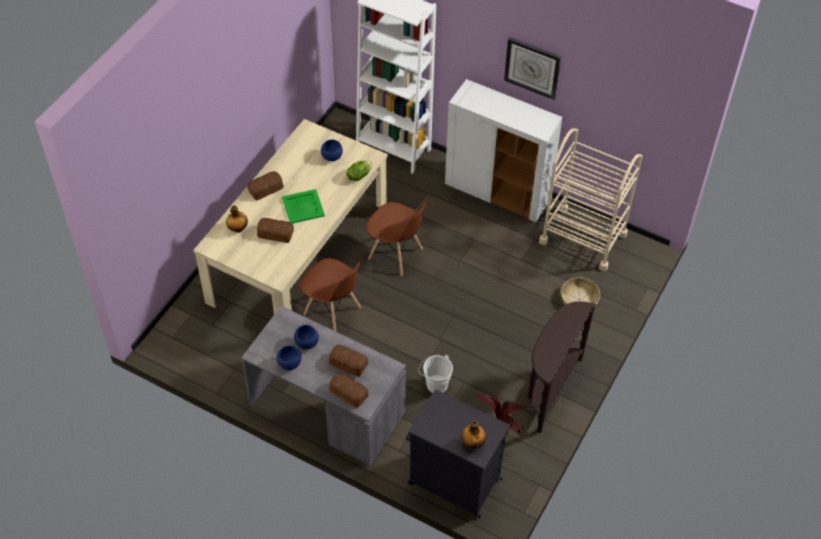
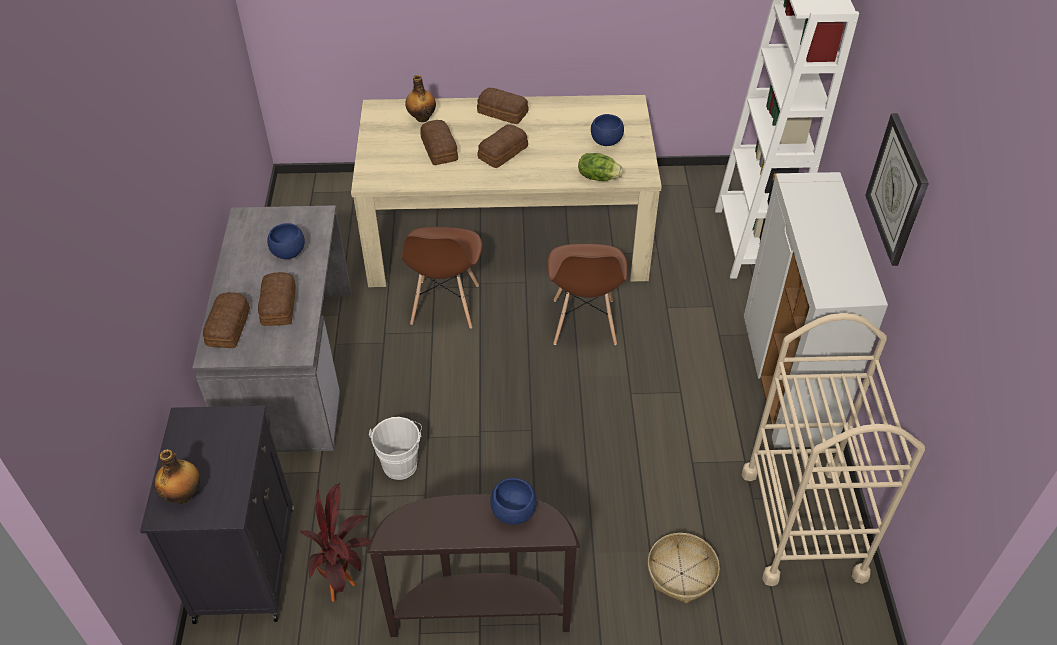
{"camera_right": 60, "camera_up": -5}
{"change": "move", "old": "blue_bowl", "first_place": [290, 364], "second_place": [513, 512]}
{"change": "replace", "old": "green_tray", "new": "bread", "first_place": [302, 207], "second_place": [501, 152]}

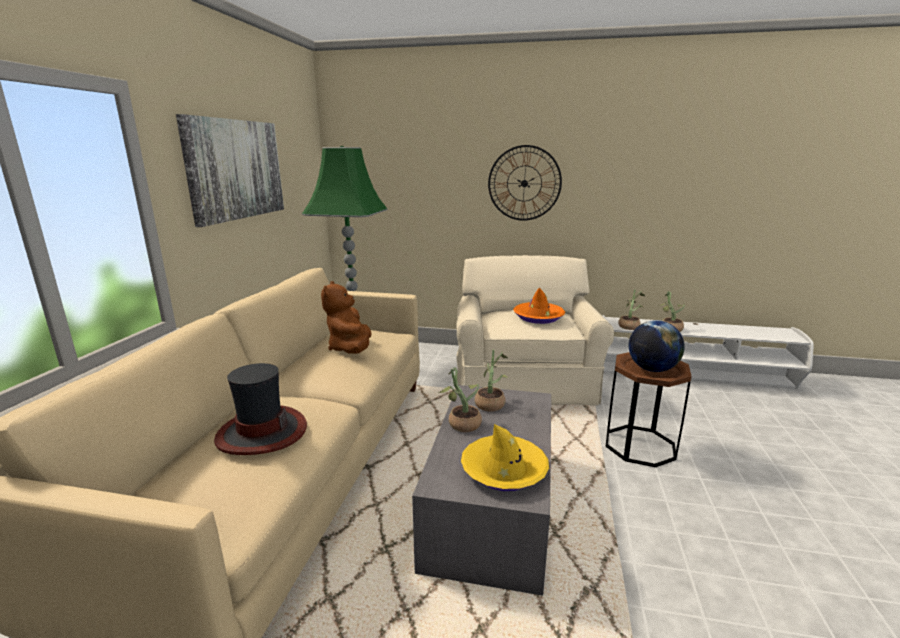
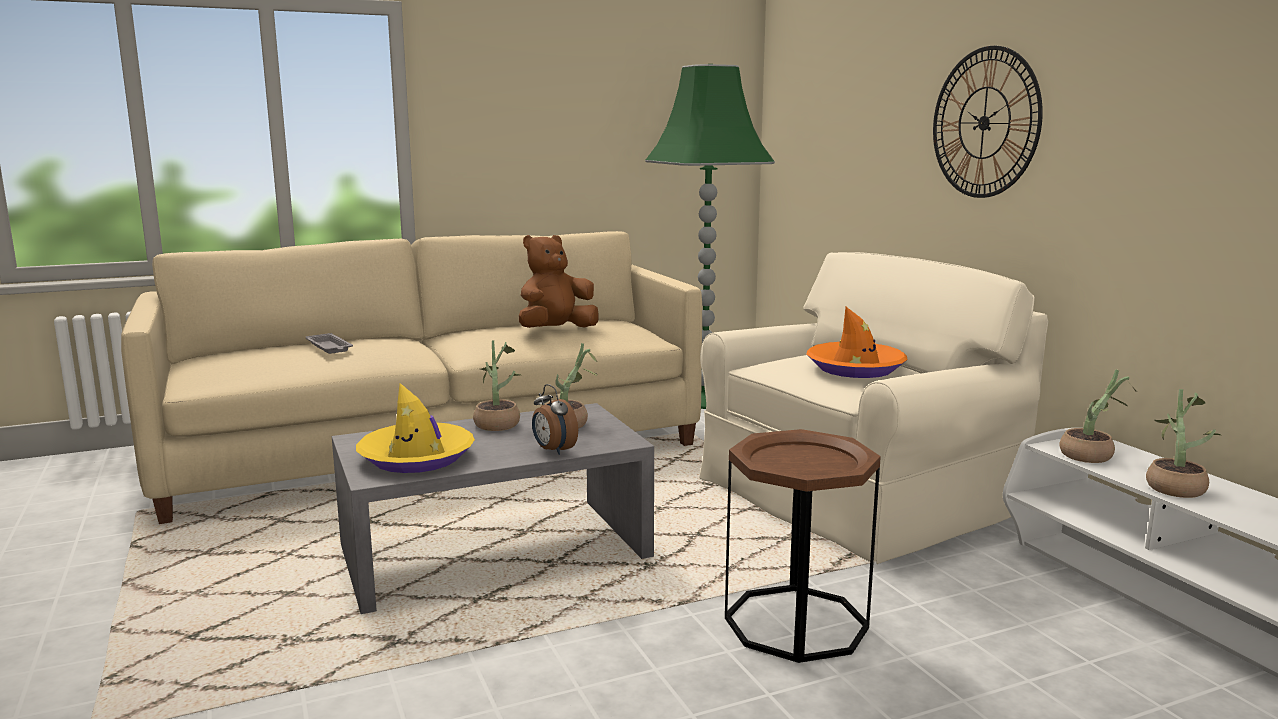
{"camera_right": 55, "camera_up": -5}
{"change": "delete", "old": "picture", "first_place": [236, 169]}
{"change": "replace", "old": "hat", "new": "grey_tray", "first_place": [261, 432], "second_place": [329, 347]}
{"change": "delete", "old": "globe", "first_place": [652, 369]}
{"change": "insert", "new": "alarm_clock", "second_place": [553, 450]}

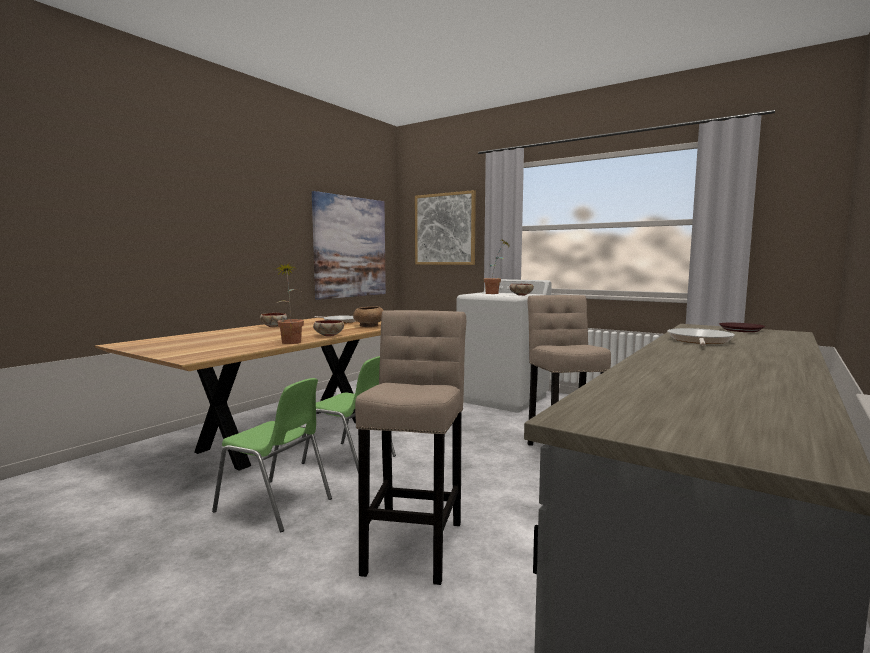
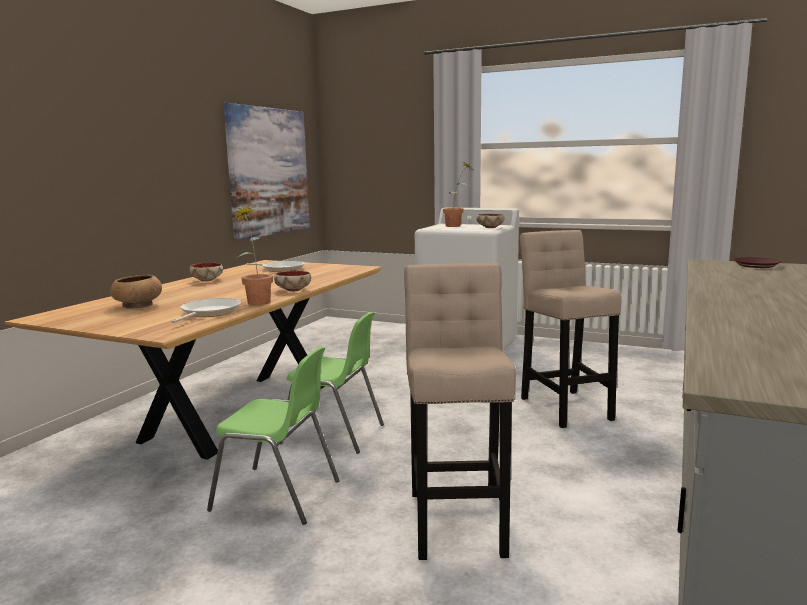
{"camera_right": -10, "camera_up": 5}
{"change": "move", "old": "brown_bowl", "first_place": [369, 326], "second_place": [138, 306]}
{"change": "delete", "old": "picture", "first_place": [444, 229]}
{"change": "move", "old": "frying_pan", "first_place": [699, 341], "second_place": [208, 313]}

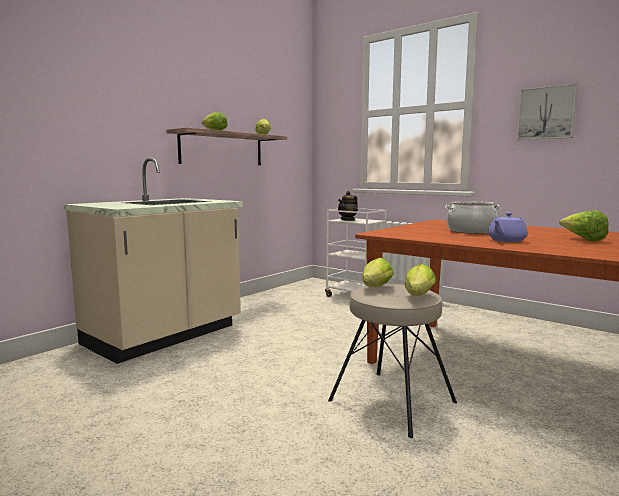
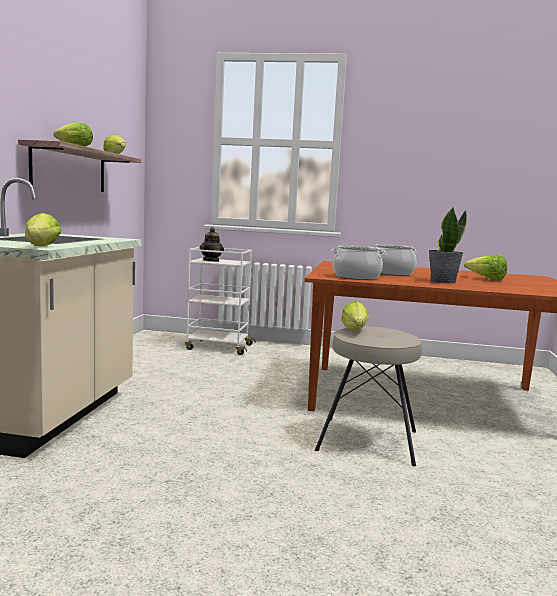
{"camera_right": -30, "camera_up": 0}
{"change": "move", "old": "lettuce", "first_place": [418, 297], "second_place": [41, 247]}
{"change": "replace", "old": "purple_teapot", "new": "potted_plant", "first_place": [506, 240], "second_place": [442, 281]}
{"change": "delete", "old": "picture", "first_place": [546, 113]}
{"change": "insert", "new": "cooking_pot", "second_place": [356, 277]}

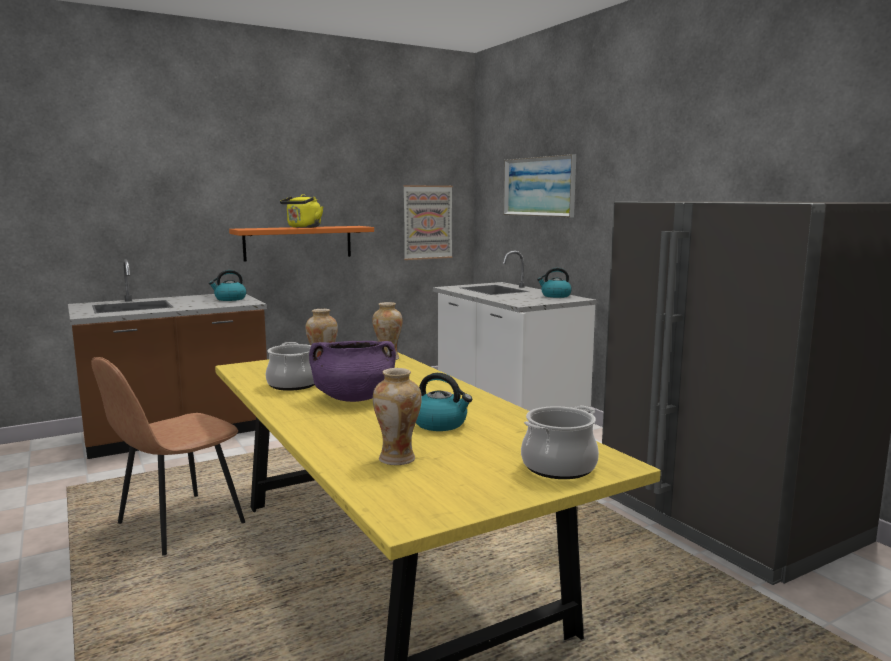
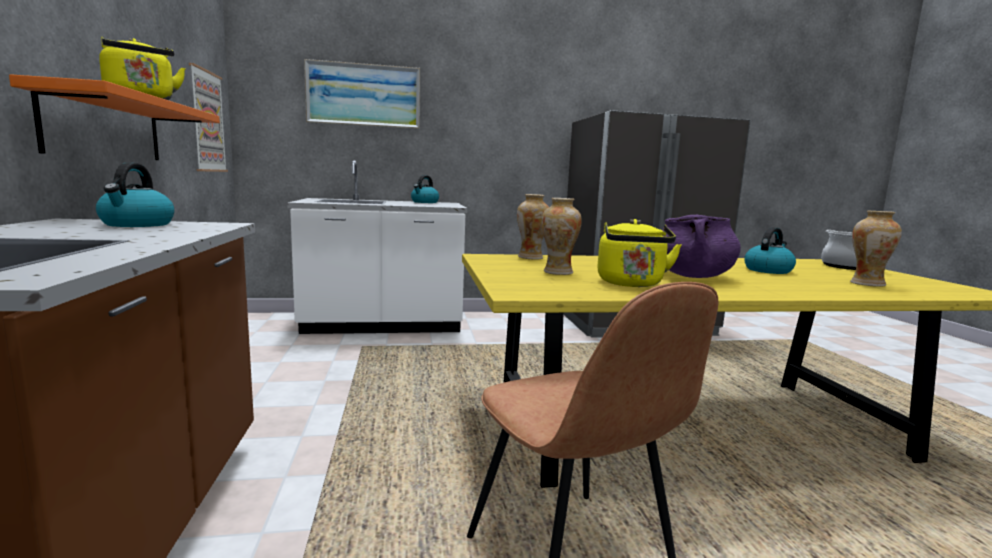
{"camera_right": -70, "camera_up": 0}
{"change": "replace", "old": "cooking_pot", "new": "yellow_kettle", "first_place": [293, 384], "second_place": [631, 284]}

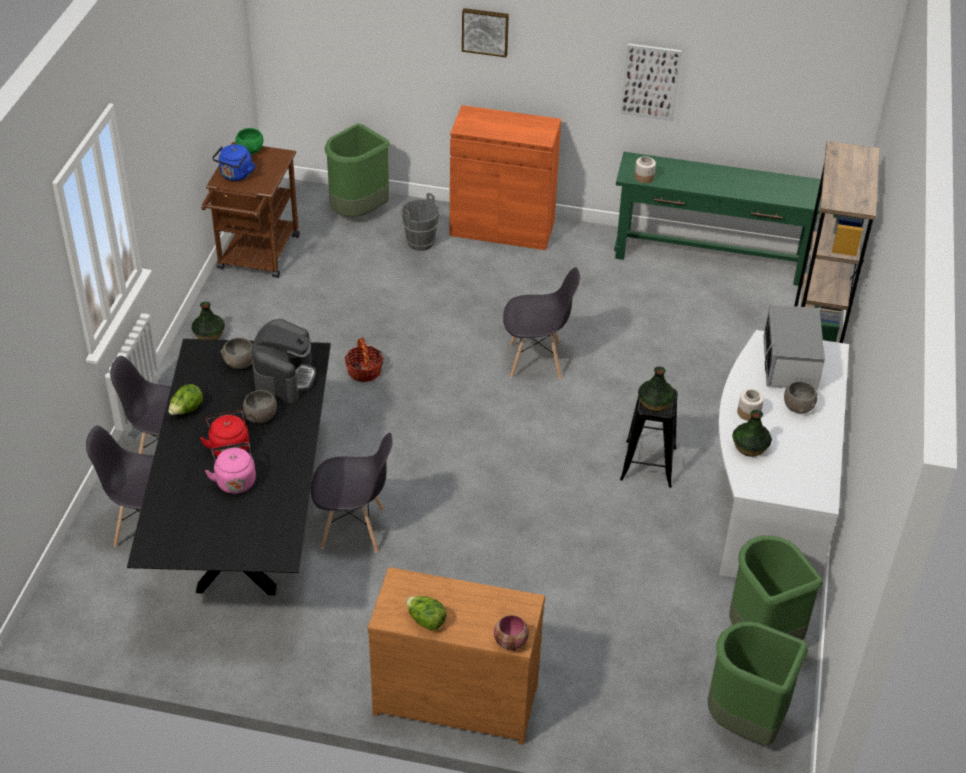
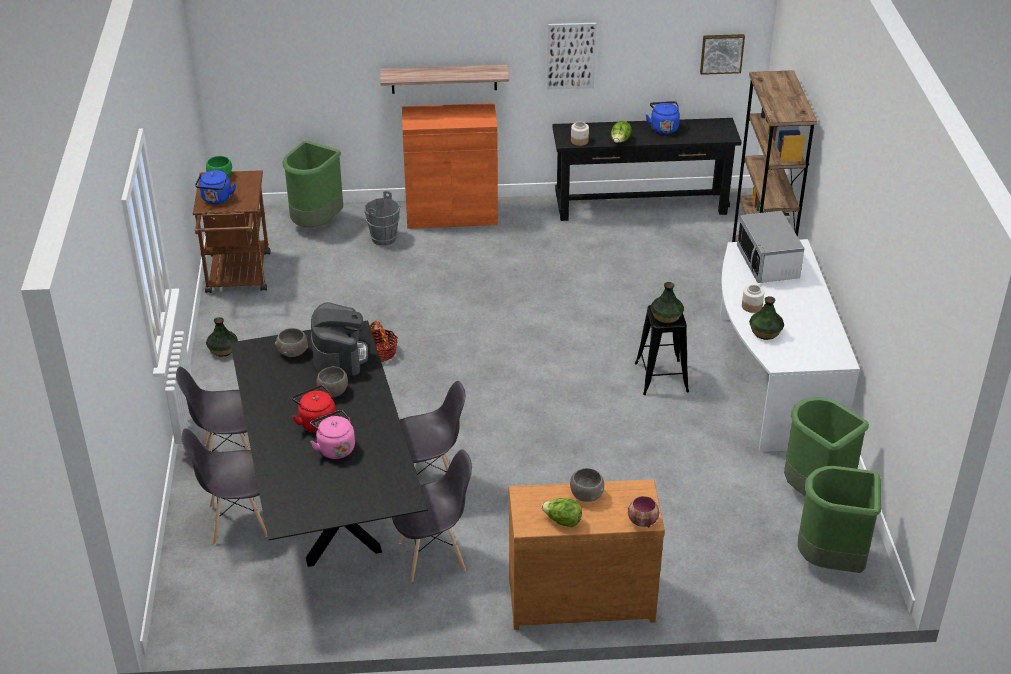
{"camera_right": -15, "camera_up": -5}
{"change": "move", "old": "lettuce", "first_place": [186, 410], "second_place": [620, 141]}
{"change": "move", "old": "picture", "first_place": [485, 31], "second_place": [721, 53]}
{"change": "move", "old": "grey_chair", "first_place": [536, 361], "second_place": [433, 556]}
{"change": "recolor", "old": "green_console_table", "new": "black_console_table", "first_place": [710, 257], "second_place": [641, 206]}
{"change": "move", "old": "grey_bowl", "first_place": [798, 407], "second_place": [586, 495]}
{"change": "insert", "new": "shelf", "second_place": [444, 79]}
{"change": "insert", "new": "blue_kettle", "second_place": [663, 128]}

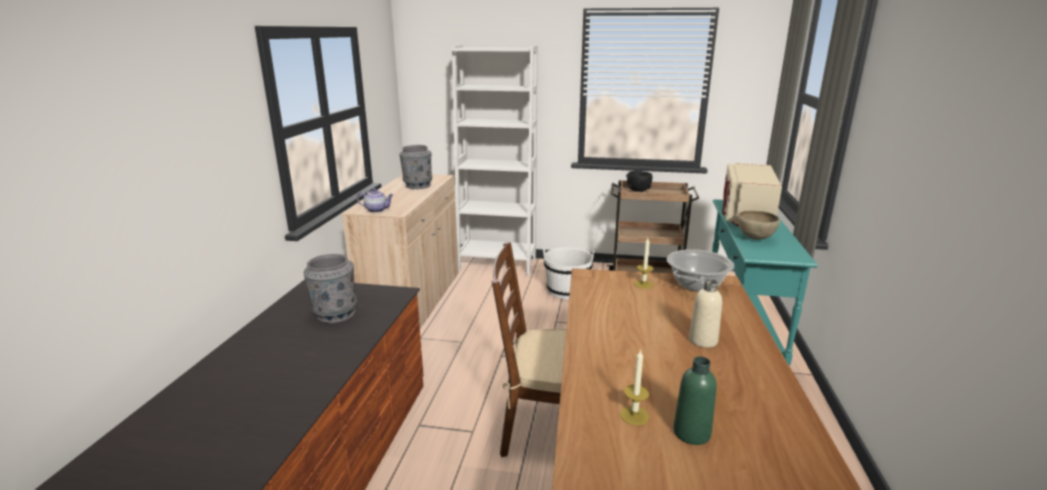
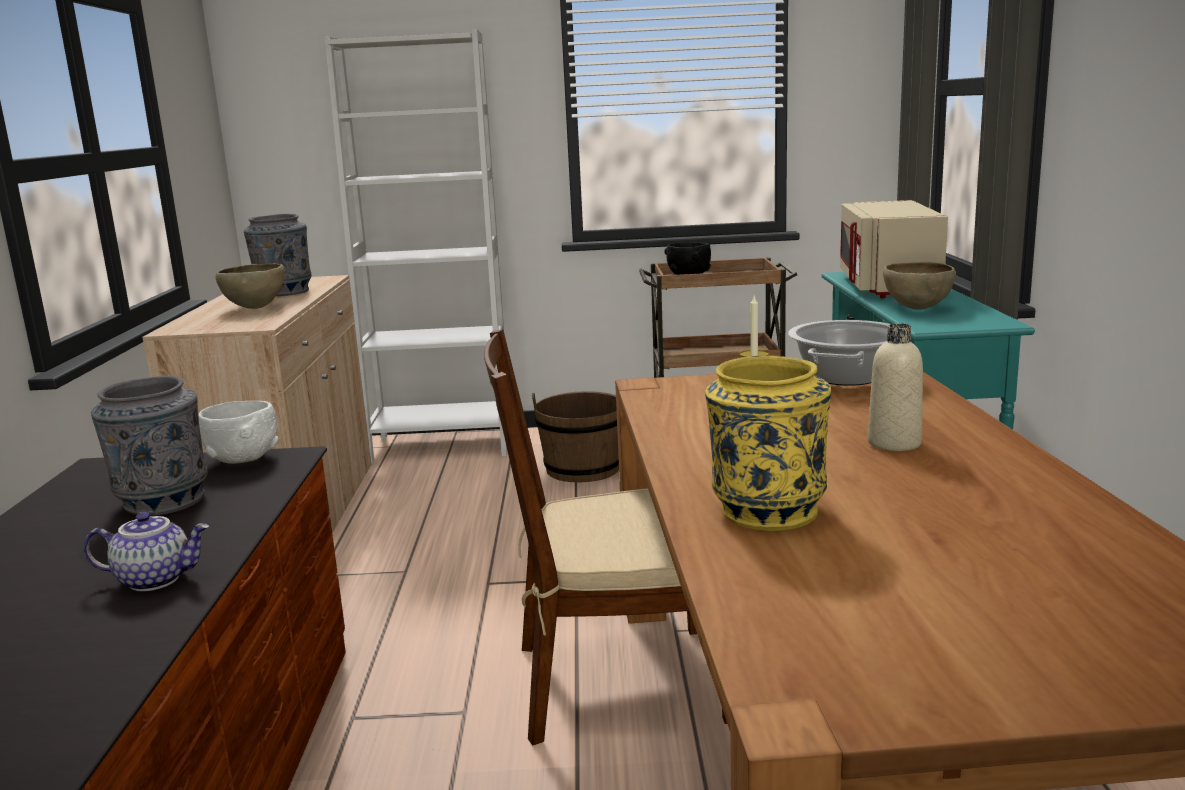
{"camera_right": -10, "camera_up": -5}
{"change": "move", "old": "teapot", "first_place": [377, 210], "second_place": [156, 579]}
{"change": "recolor", "old": "white_bucket", "new": "brown_bucket", "first_place": [567, 290], "second_place": [583, 469]}
{"change": "delete", "old": "candle", "first_place": [634, 415]}
{"change": "delete", "old": "green_bottle", "first_place": [691, 433]}
{"change": "insert", "new": "white_bowl", "second_place": [243, 459]}
{"change": "insert", "new": "brown_bowl", "second_place": [256, 308]}
{"change": "insert", "new": "yellow_vase", "second_place": [766, 511]}

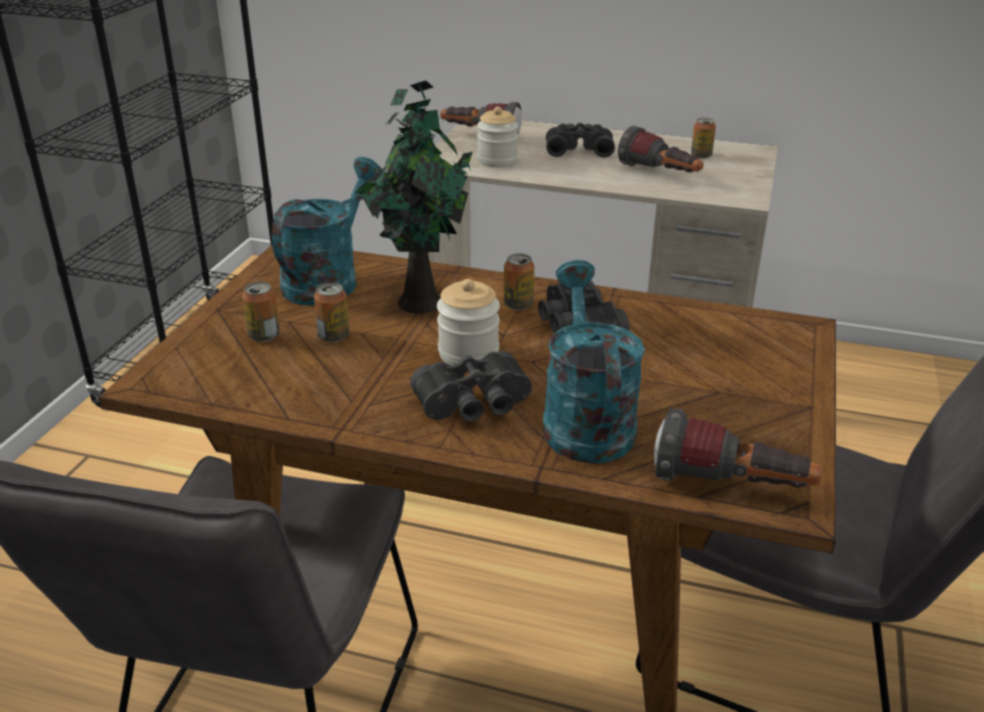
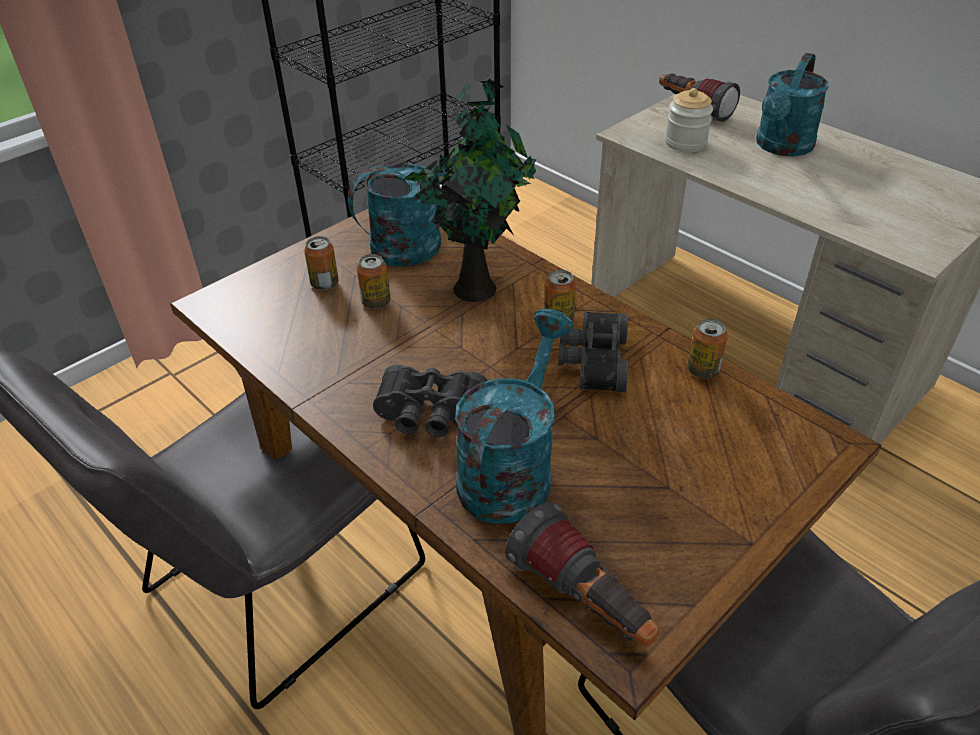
{"camera_right": 30, "camera_up": 10}
{"change": "delete", "old": "jar", "first_place": [468, 353]}
{"change": "replace", "old": "black_binoculars", "new": "turquoise_watering_can", "first_place": [579, 149], "second_place": [781, 147]}
{"change": "delete", "old": "flashlight", "first_place": [660, 174]}
{"change": "move", "old": "can", "first_place": [701, 156], "second_place": [703, 370]}

